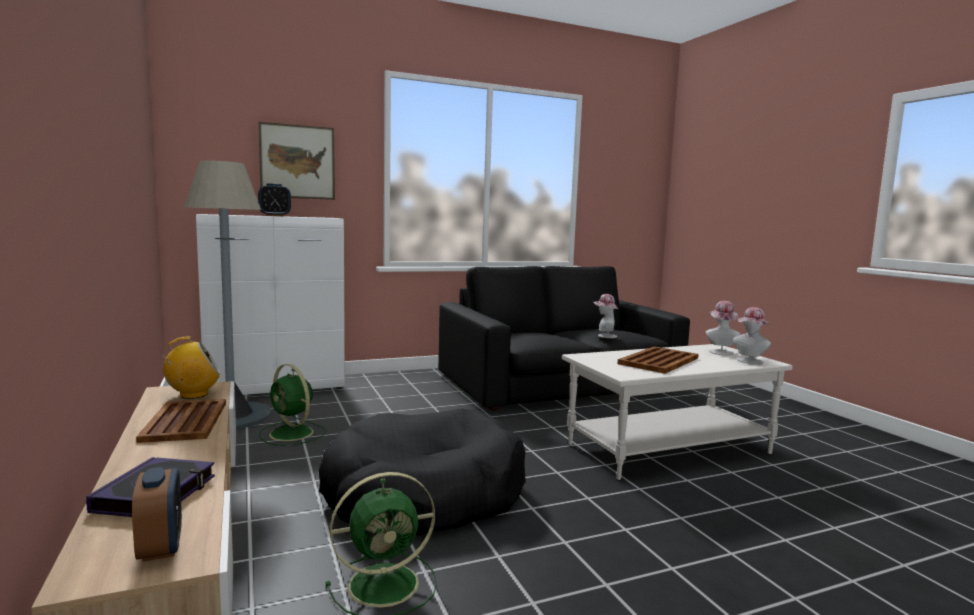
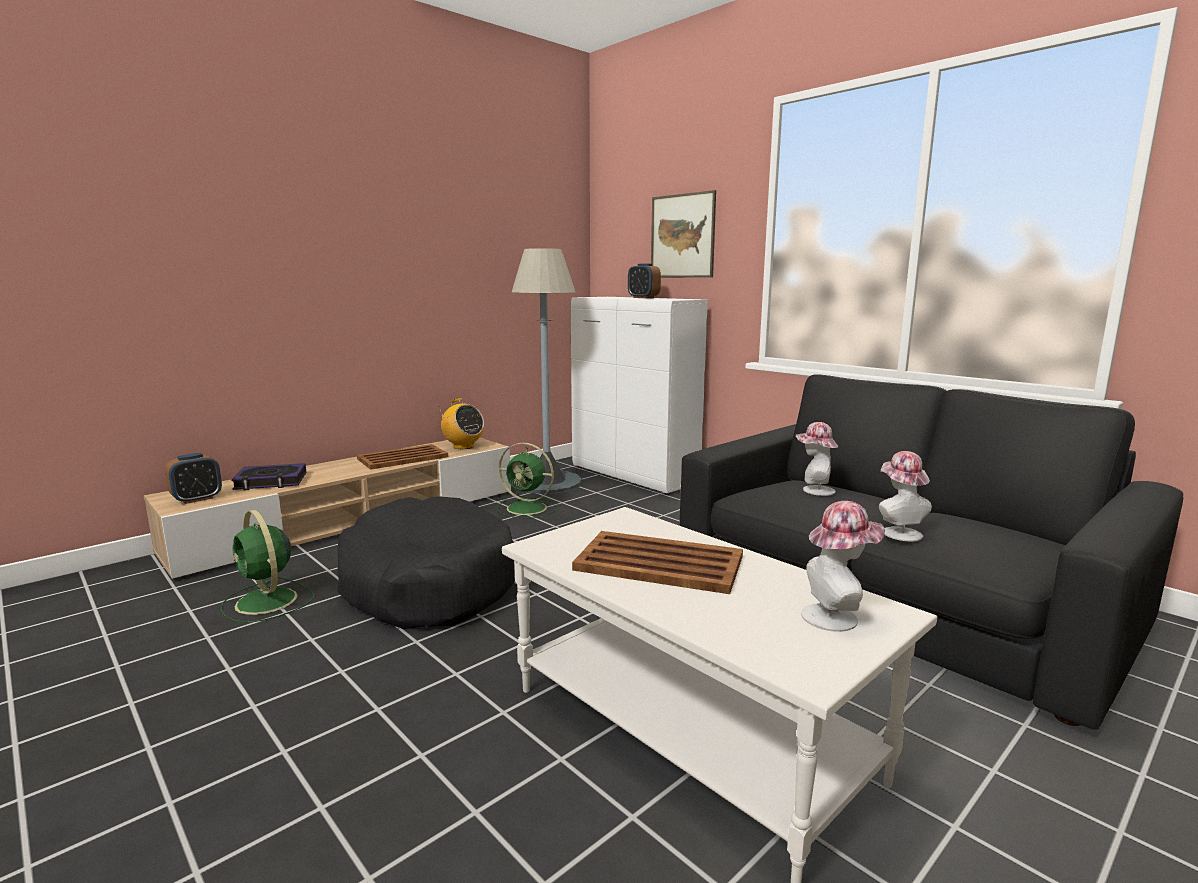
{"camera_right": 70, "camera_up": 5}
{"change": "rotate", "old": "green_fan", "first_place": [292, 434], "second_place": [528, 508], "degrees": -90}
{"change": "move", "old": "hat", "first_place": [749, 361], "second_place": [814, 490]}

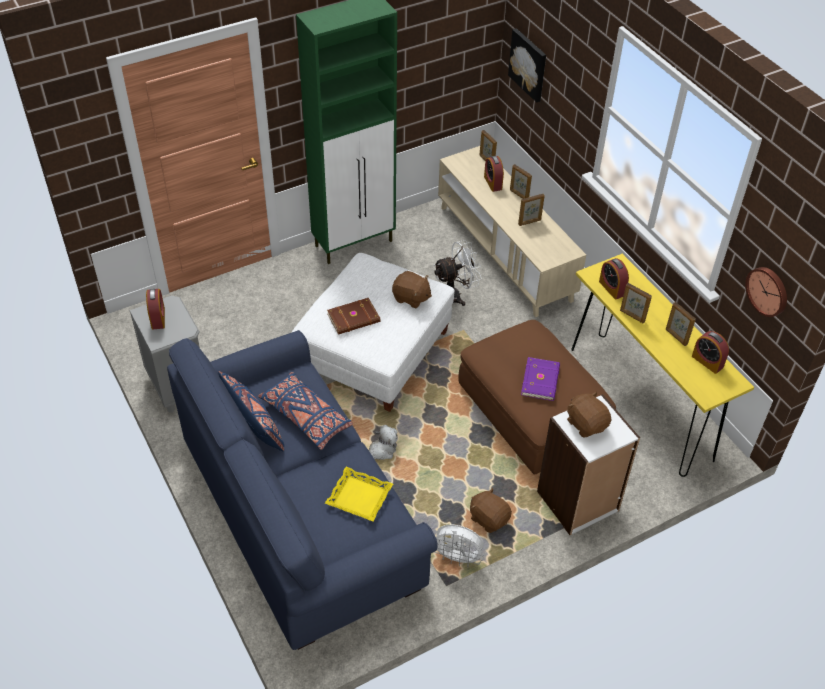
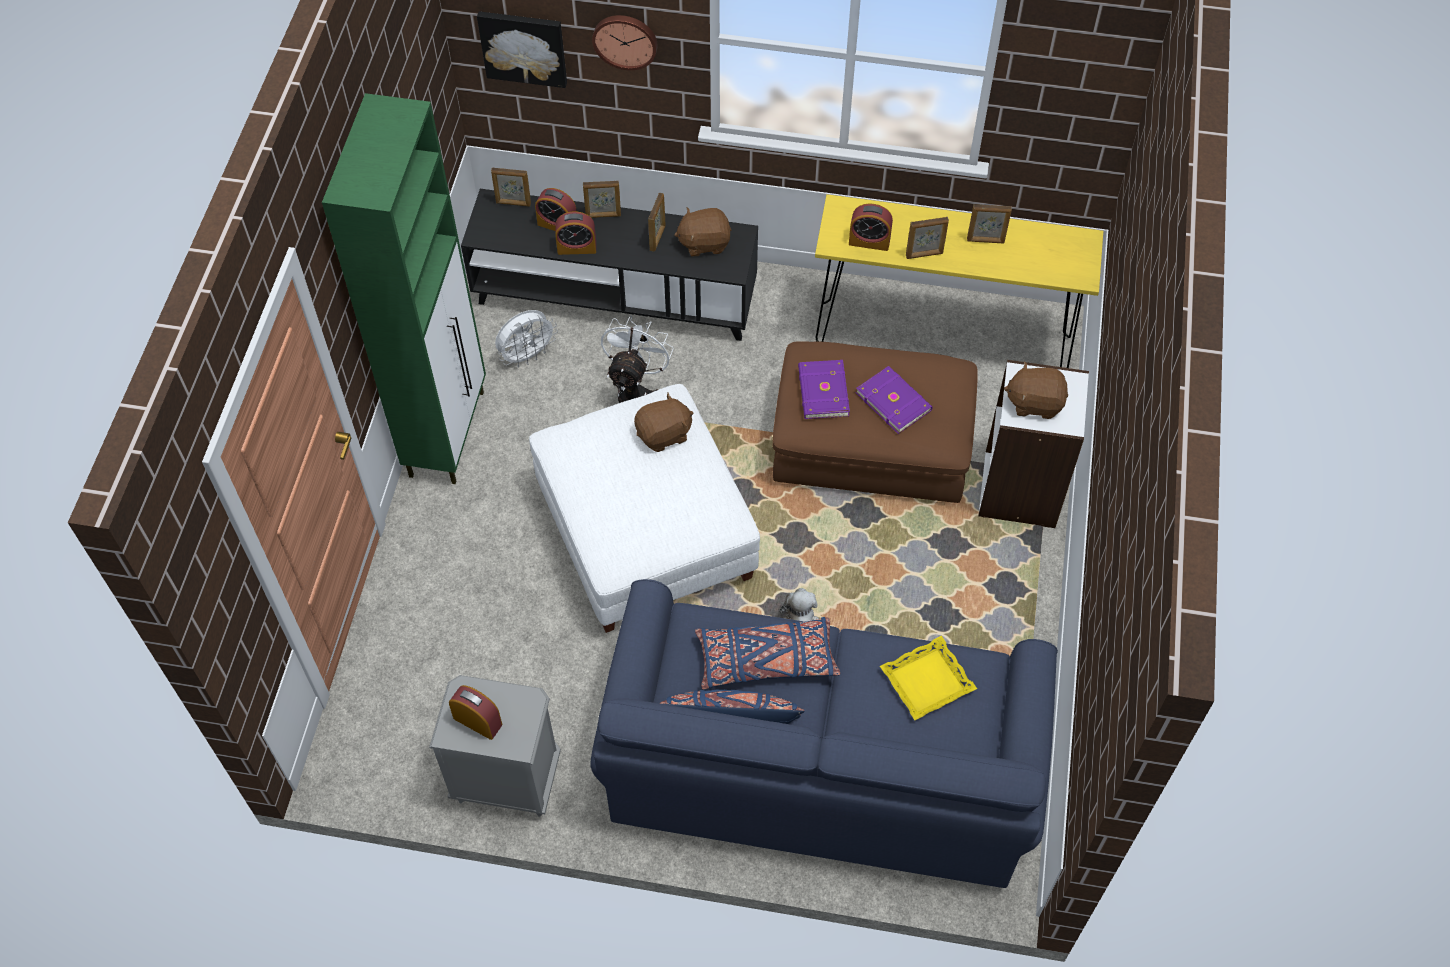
{"camera_right": -50, "camera_up": 10}
{"change": "delete", "old": "brown_book", "first_place": [354, 318]}
{"change": "move", "old": "white_fan", "first_place": [457, 558], "second_place": [527, 355]}
{"change": "recolor", "old": "beige_tv_stand", "new": "black_tv_stand", "first_place": [504, 252], "second_place": [615, 296]}
{"change": "move", "old": "brown_plush_toy", "first_place": [489, 518], "second_place": [704, 242]}
{"change": "move", "old": "alarm_clock", "first_place": [707, 361], "second_place": [577, 247]}
{"change": "move", "old": "wall_clock", "first_place": [768, 291], "second_place": [625, 40]}
{"change": "insert", "new": "purple_book", "second_place": [822, 392]}

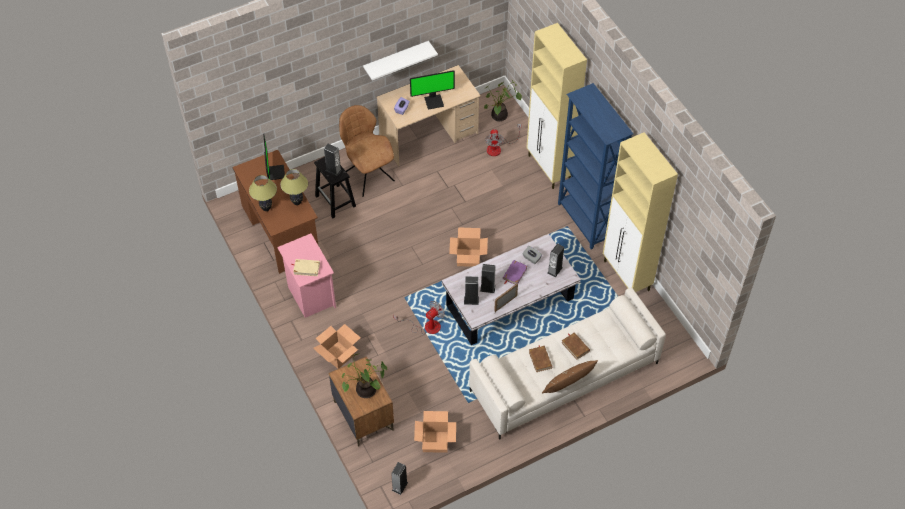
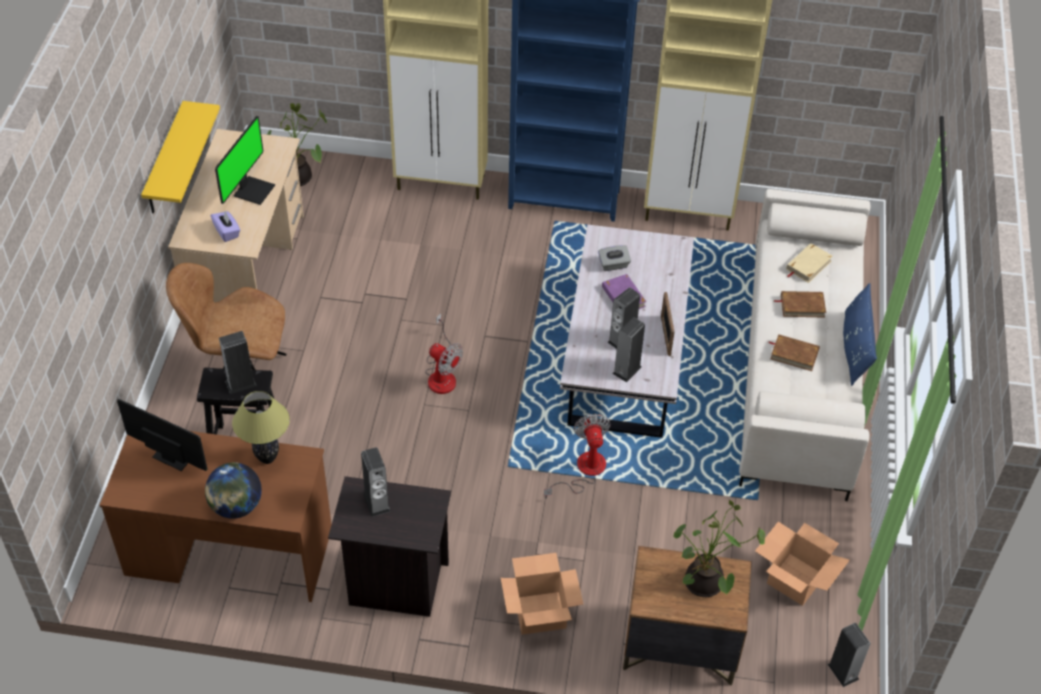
{"camera_right": -55, "camera_up": -5}
{"change": "replace", "old": "table_lamp", "new": "globe", "first_place": [266, 208], "second_place": [236, 506]}
{"change": "recolor", "old": "pink_nightstand", "new": "black_nightstand", "first_place": [310, 296], "second_place": [394, 584]}
{"change": "move", "old": "beige_book", "first_place": [306, 268], "second_place": [808, 265]}
{"change": "recolor", "old": "white_shelf", "new": "yellow_shelf", "first_place": [396, 60], "second_place": [165, 160]}
{"change": "delete", "old": "cardboard_box", "first_place": [468, 257]}
{"change": "move", "old": "fan", "first_place": [498, 147], "second_place": [442, 374]}
{"change": "recolor", "old": "brown_pillow", "new": "blue_pillow", "first_place": [568, 382], "second_place": [855, 348]}
{"change": "move", "old": "speaker", "first_place": [555, 270], "second_place": [376, 502]}

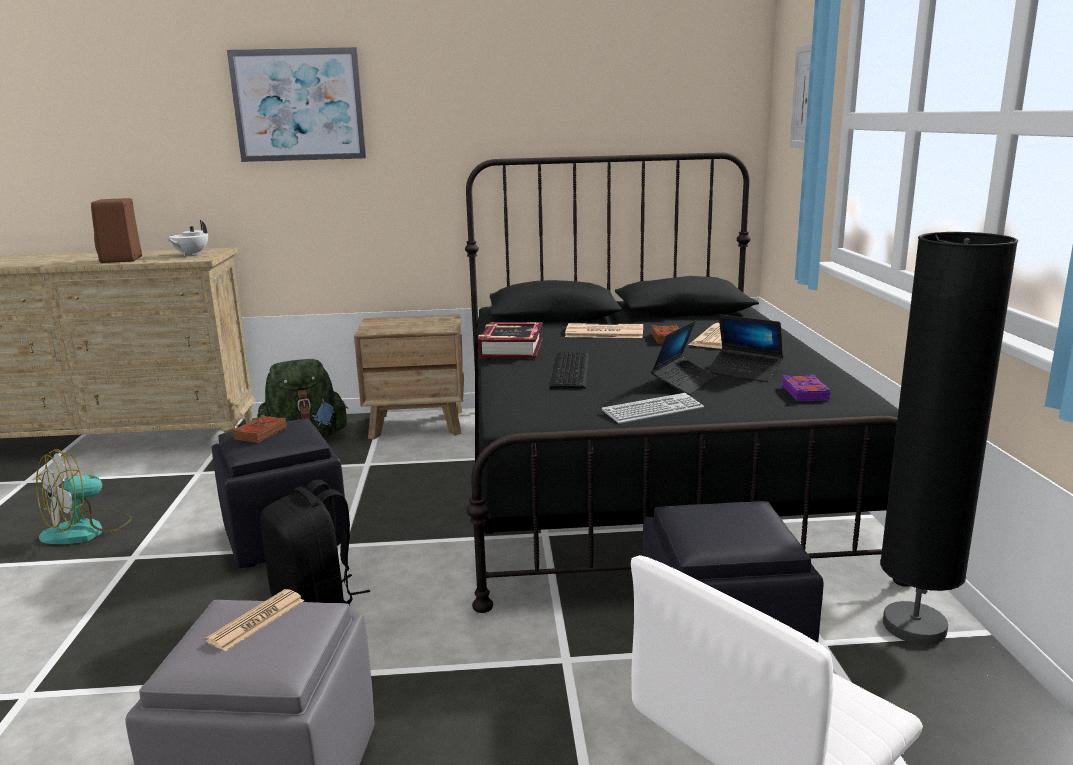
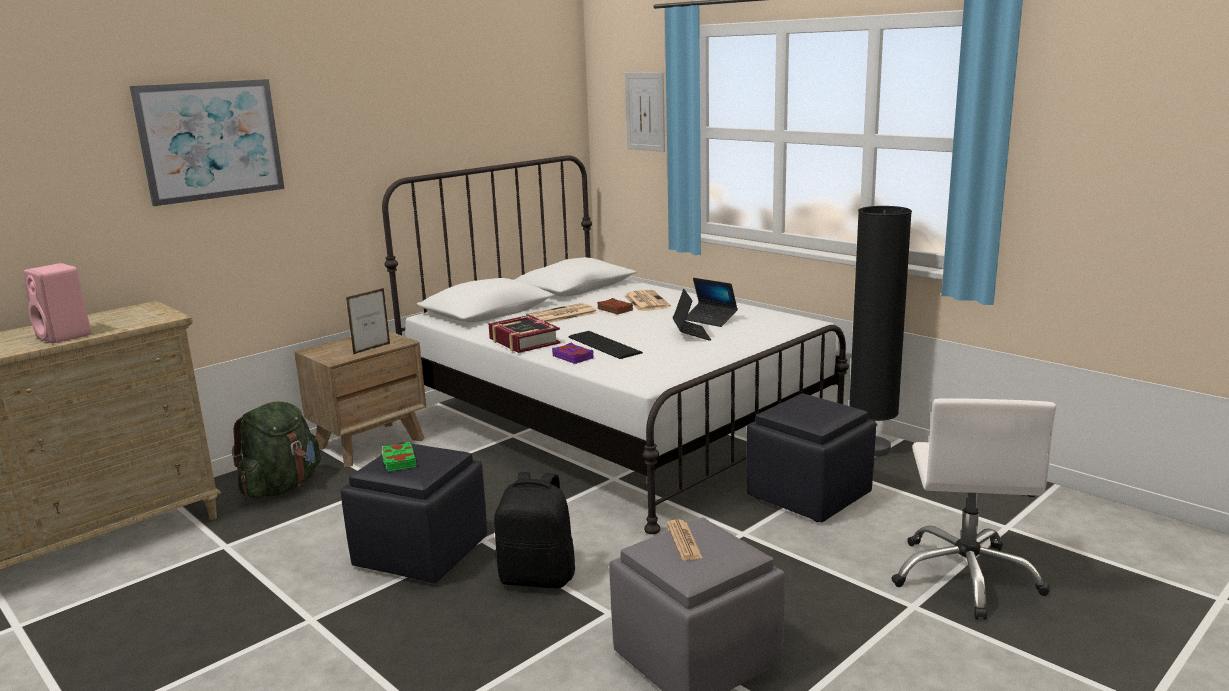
{"camera_right": -40, "camera_up": 0}
{"change": "delete", "old": "fan", "first_place": [87, 530]}
{"change": "recolor", "old": "brown_speaker", "new": "pink_speaker", "first_place": [121, 260], "second_place": [65, 336]}
{"change": "delete", "old": "white_teapot", "first_place": [190, 254]}
{"change": "recolor", "old": "brown_book", "new": "green_book", "first_place": [260, 433], "second_place": [399, 461]}
{"change": "recolor", "old": "black_bed", "new": "white_bed", "first_place": [641, 477], "second_place": [615, 424]}
{"change": "delete", "old": "keyboard", "first_place": [653, 410]}
{"change": "rotate", "old": "laptop", "first_place": [744, 372], "second_place": [710, 319], "degrees": 45}
{"change": "move", "old": "purple_book", "first_place": [806, 393], "second_place": [573, 357]}
{"change": "insert", "new": "picture_frame", "second_place": [372, 349]}

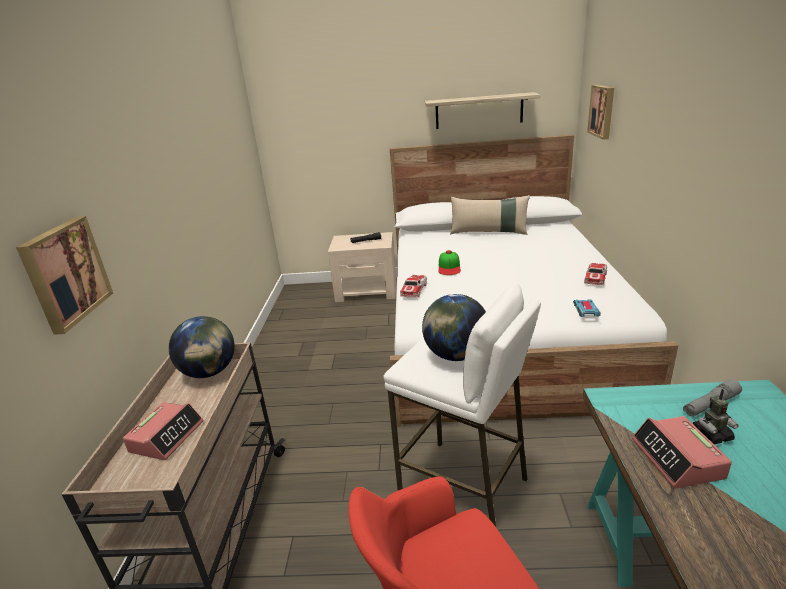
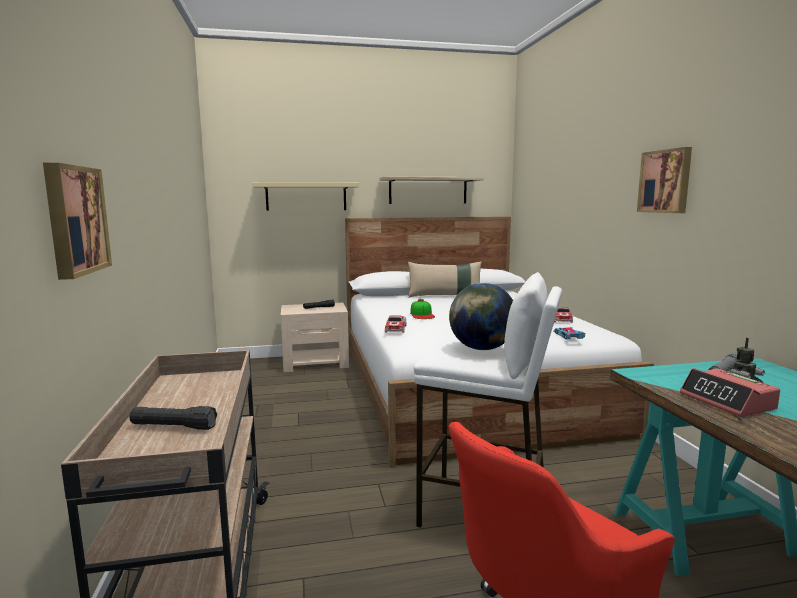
{"camera_right": -15, "camera_up": -15}
{"change": "replace", "old": "alarm_clock", "new": "black_flashlight", "first_place": [167, 436], "second_place": [174, 427]}
{"change": "delete", "old": "globe", "first_place": [209, 372]}
{"change": "move", "old": "picture", "first_place": [602, 111], "second_place": [665, 181]}
{"change": "insert", "new": "beige_shelf", "second_place": [306, 197]}

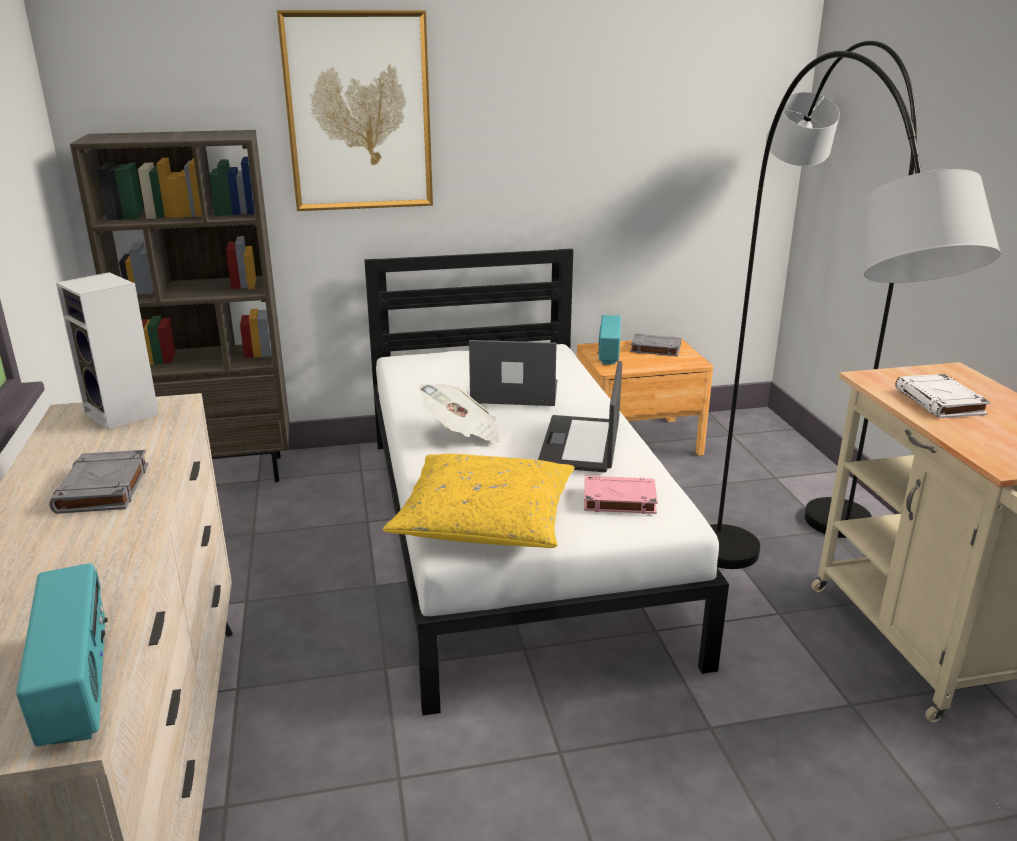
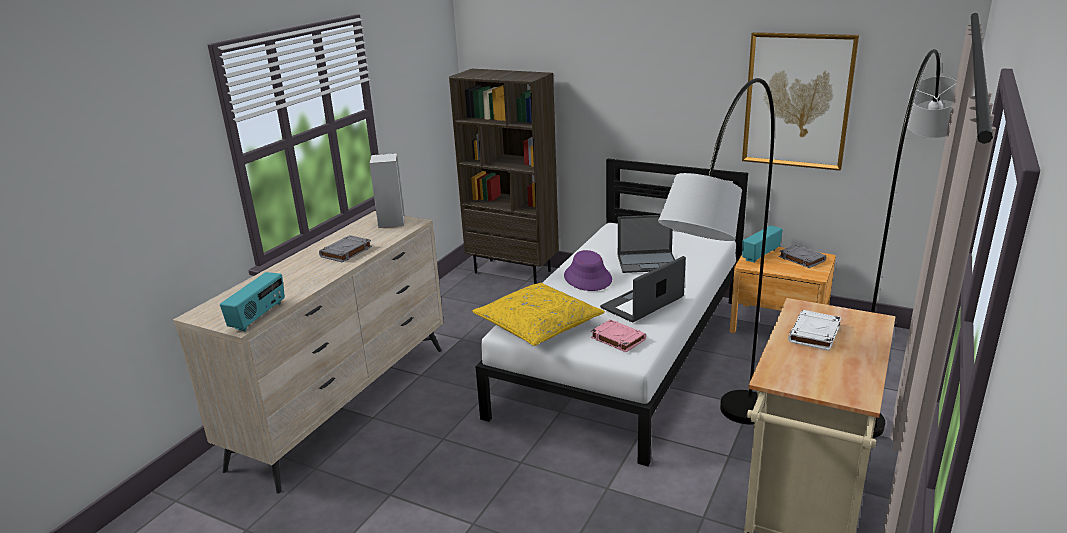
{"camera_right": 40, "camera_up": 0}
{"change": "move", "old": "picture", "first_place": [359, 112], "second_place": [797, 101]}
{"change": "replace", "old": "newspaper", "new": "purple_hat", "first_place": [462, 433], "second_place": [588, 278]}
{"change": "rotate", "old": "laptop", "first_place": [513, 392], "second_place": [648, 262], "degrees": 135}

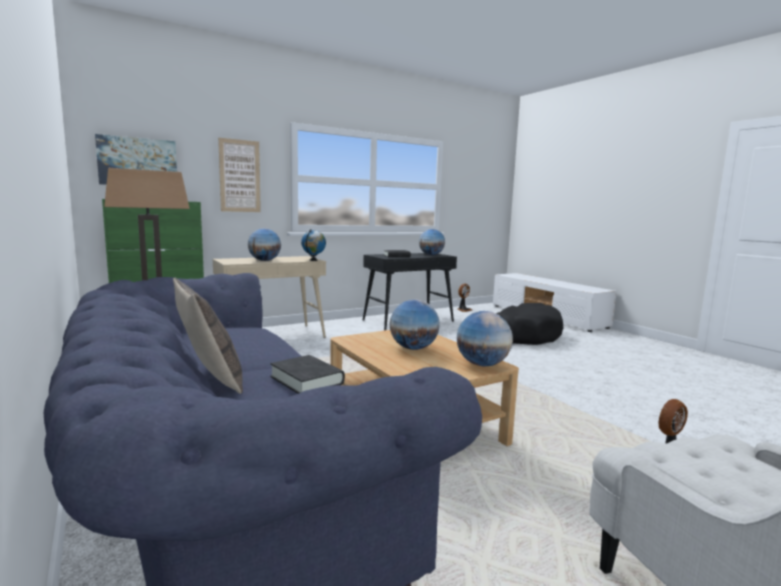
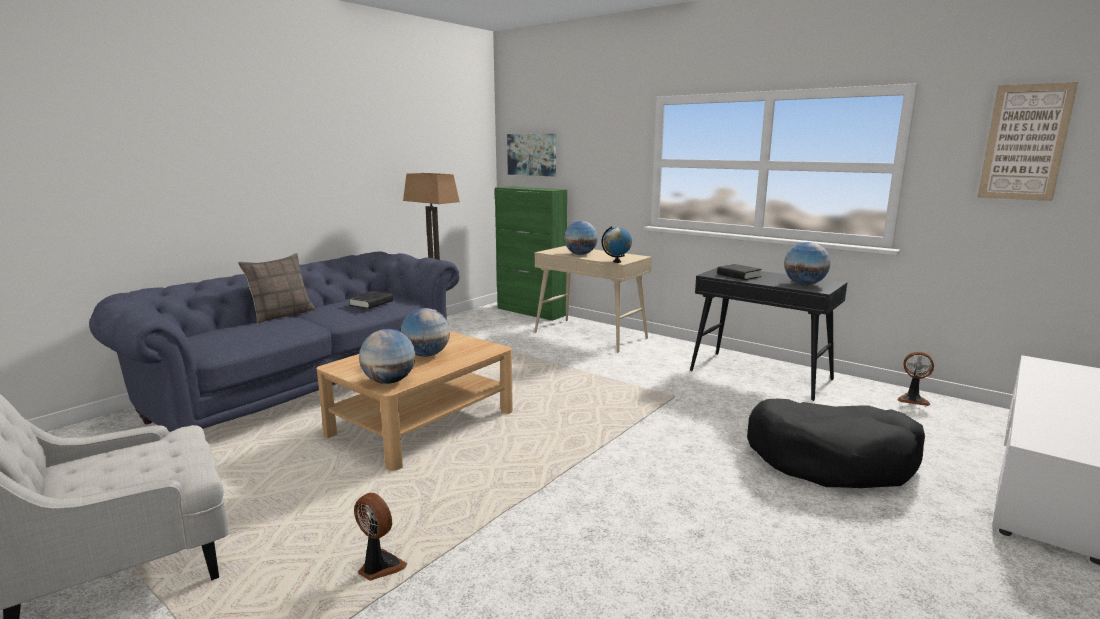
{"camera_right": 70, "camera_up": 5}
{"change": "move", "old": "picture", "first_place": [240, 176], "second_place": [1025, 142]}
{"change": "move", "old": "black_book", "first_place": [306, 380], "second_place": [371, 303]}

